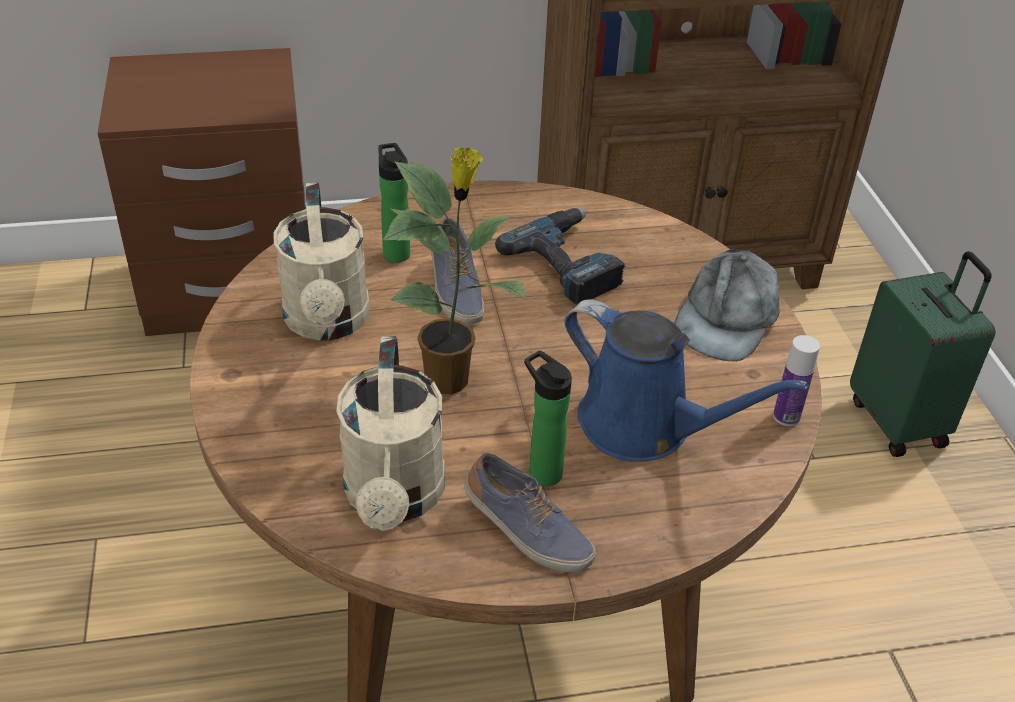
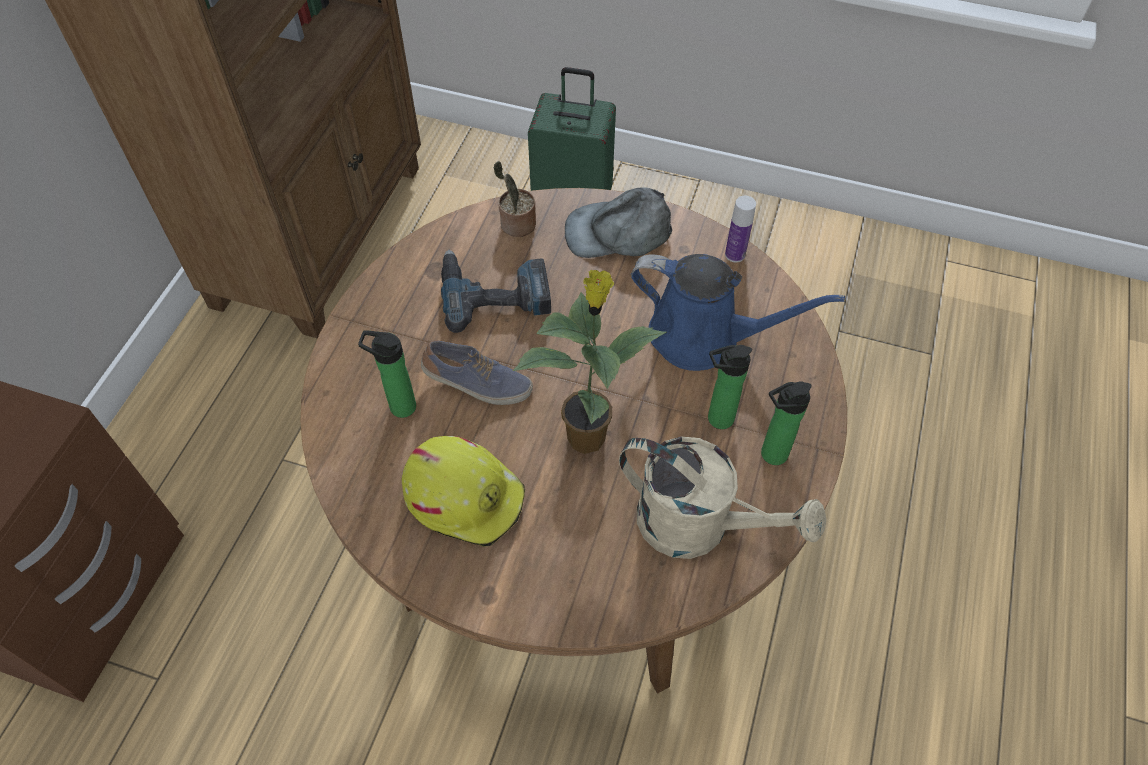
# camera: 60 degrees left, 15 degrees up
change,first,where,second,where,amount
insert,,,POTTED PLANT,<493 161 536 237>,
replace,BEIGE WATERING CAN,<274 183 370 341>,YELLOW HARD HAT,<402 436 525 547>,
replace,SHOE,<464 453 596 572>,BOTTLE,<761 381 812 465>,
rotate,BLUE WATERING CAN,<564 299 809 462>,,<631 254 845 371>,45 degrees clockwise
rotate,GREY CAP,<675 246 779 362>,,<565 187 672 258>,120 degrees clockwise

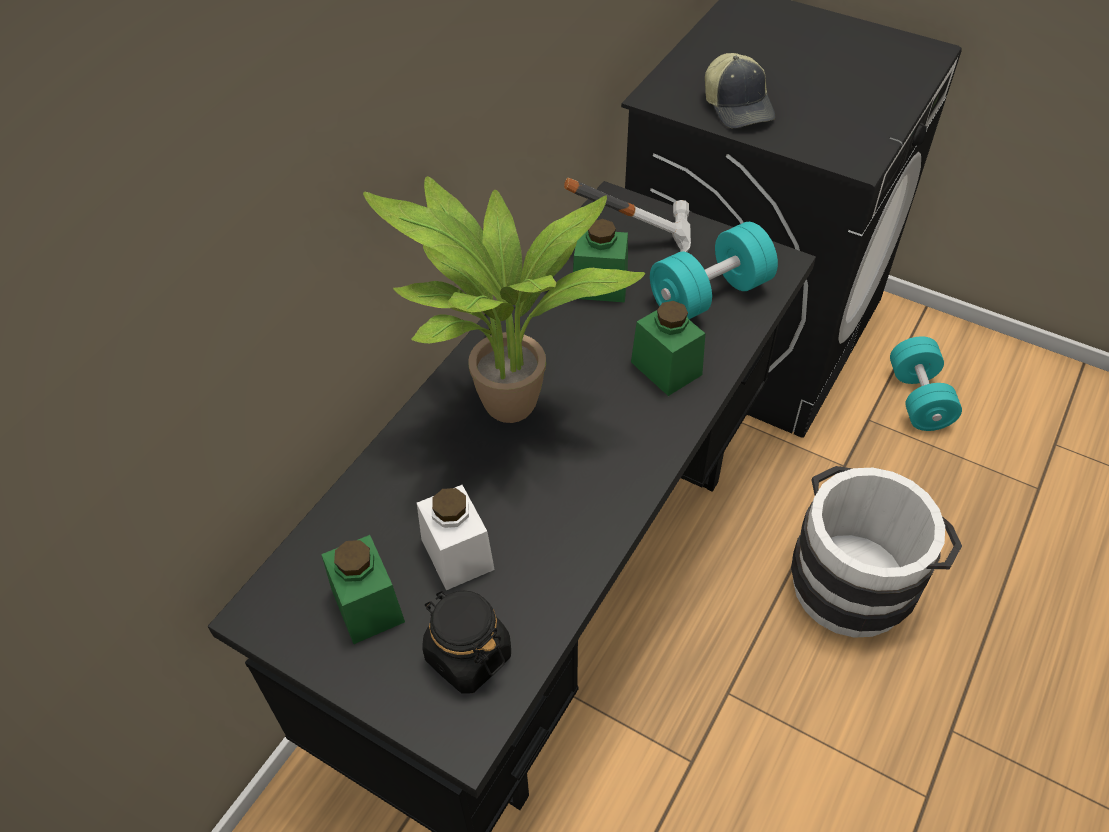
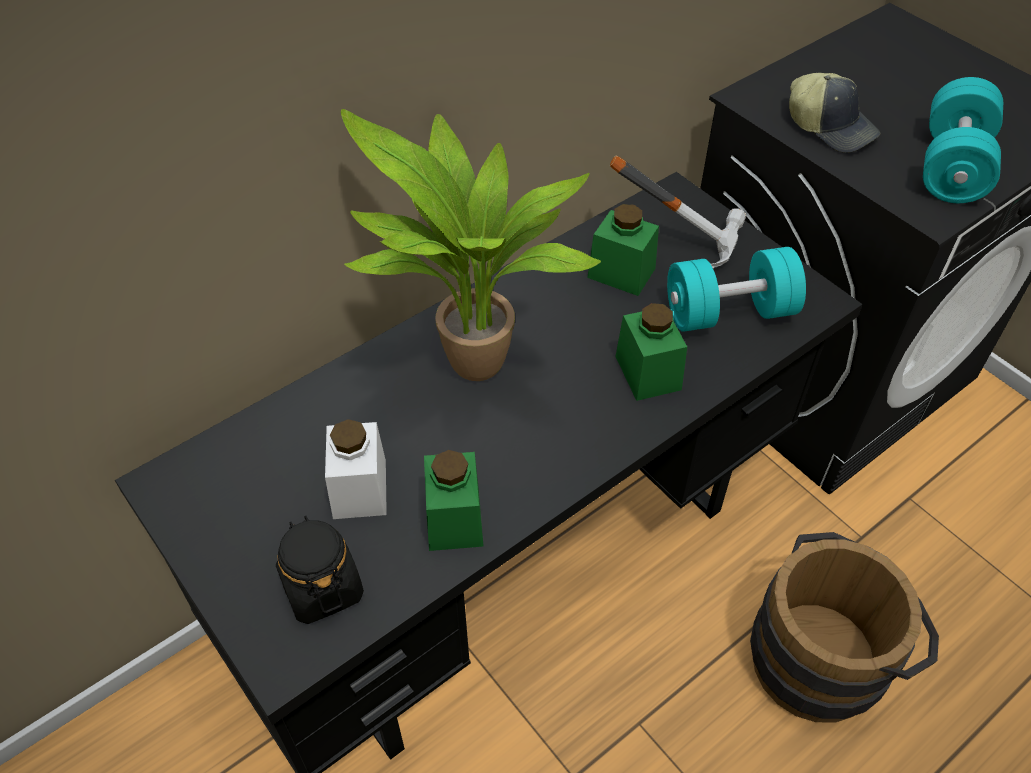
# camera: 20 degrees right, 0 degrees up
change,first,where,second,where,amount
move,GREEN JAR,<321 535 405 644>,,<424 450 484 551>,
move,TURQUOISE DUMBBELL,<890 336 962 431>,,<923 77 1003 203>,
recolor,WHITE BUCKET,<791 466 962 638>,BROWN BUCKET,<750 532 939 723>,
rotate,CAP,<705 53 775 129>,,<789 73 880 153>,45 degrees counterclockwise

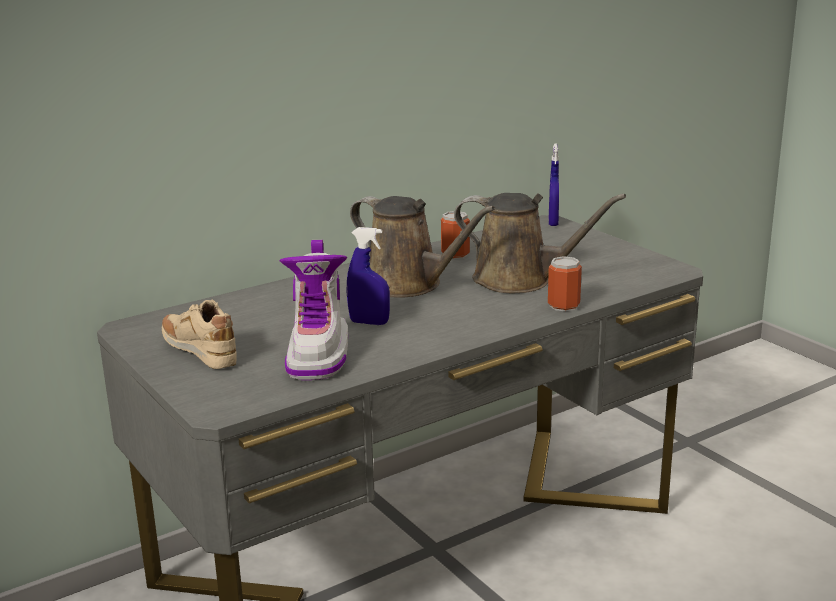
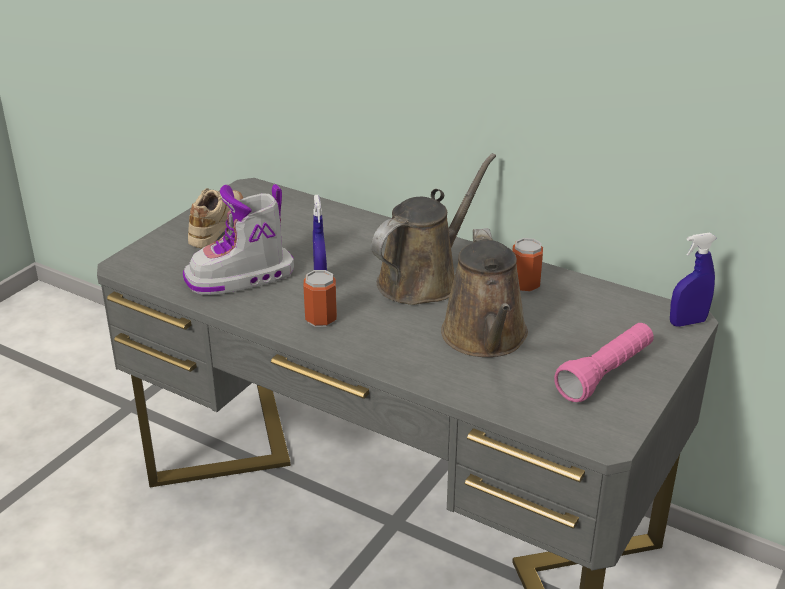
# camera: 65 degrees right, 10 degrees up
change,first,where,second,where,amount
insert,,,PINK FLASHLIGHT,<554 323 654 402>,
move,CAN,<548 256 582 312>,,<303 270 337 327>,
rotate,BROWN WATERING CAN,<350 196 495 298>,,<371 153 496 305>,150 degrees counterclockwise

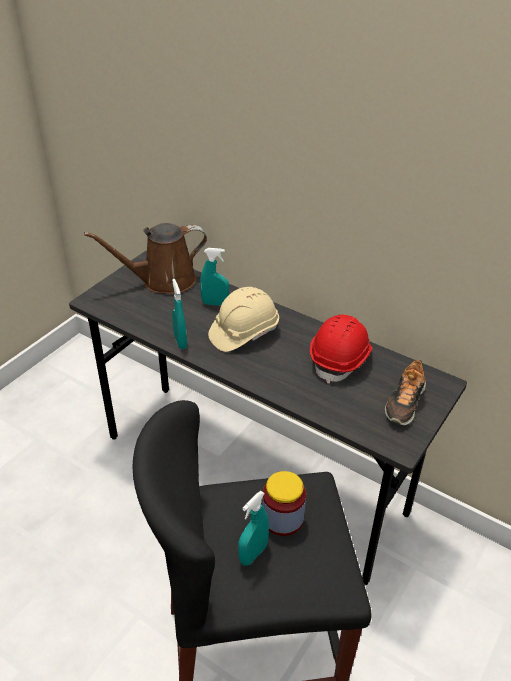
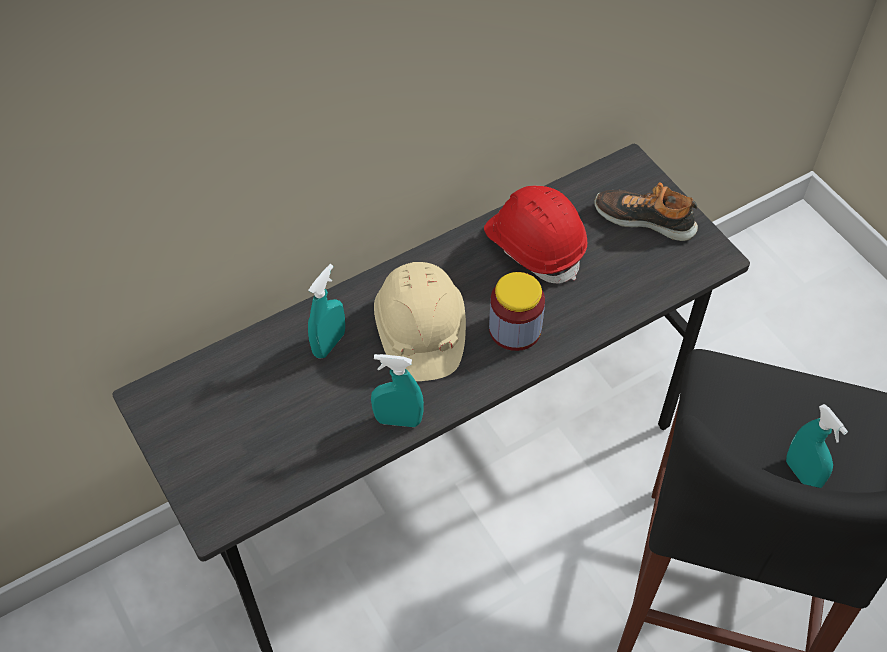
# camera: 65 degrees left, 15 degrees up
change,first,where,second,where,amount
delete,BROWN WATERING CAN,<84 223 207 294>,,,
move,JAR,<262 471 306 536>,,<489 272 545 351>,
rotate,SHOE,<385 360 426 426>,,<594 182 698 241>,150 degrees clockwise

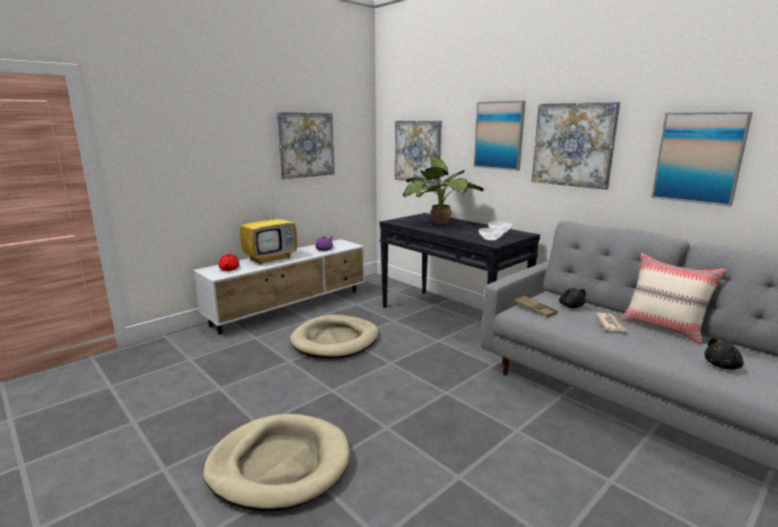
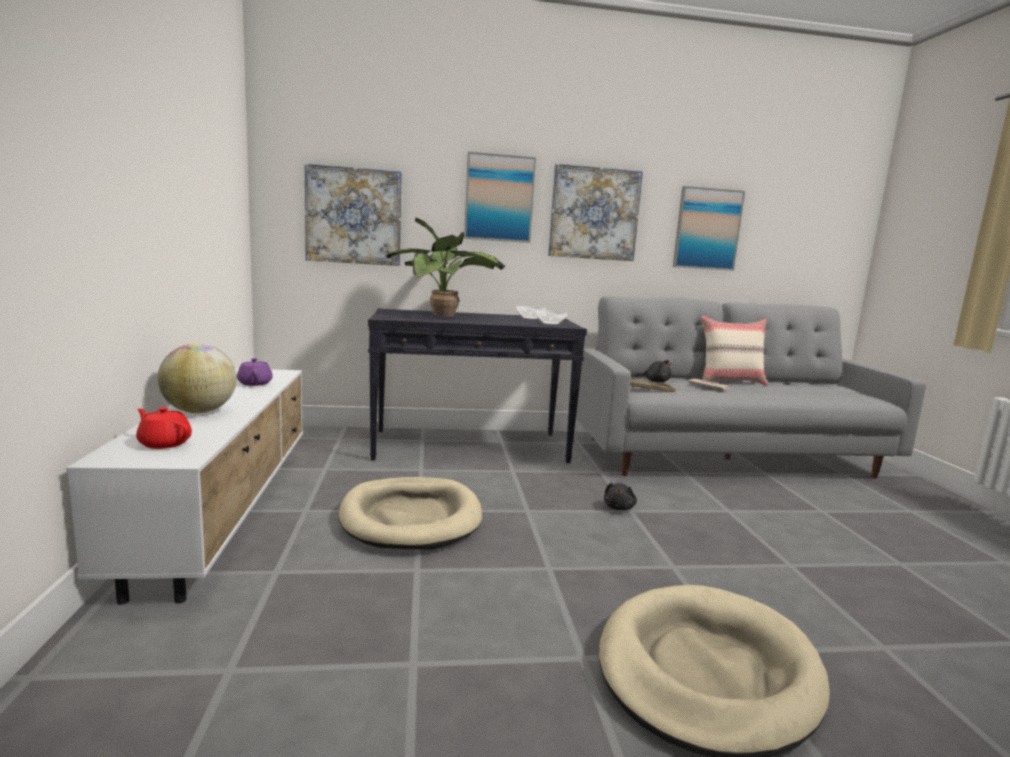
# camera: 55 degrees left, 5 degrees down
change,first,where,second,where,amount
delete,PICTURE,<276 112 334 179>,,,
move,BLACK PLUSH TOY,<704 338 744 370>,,<604 483 637 510>,
replace,TELEVISION,<240 200 297 264>,GLOBE,<158 343 237 413>,

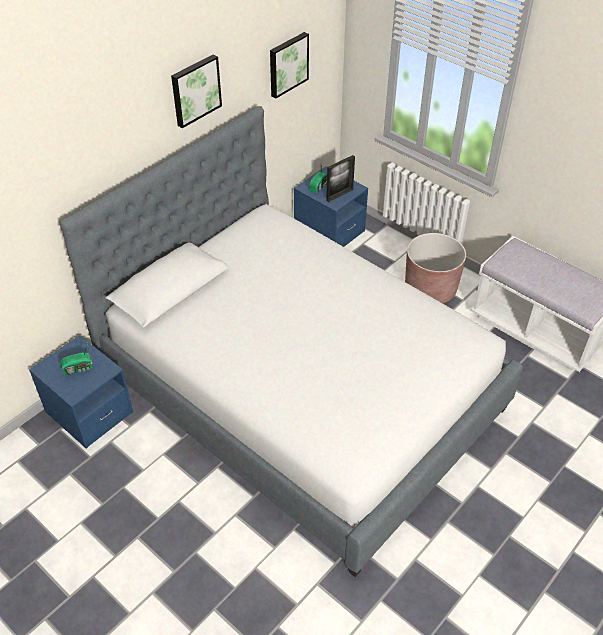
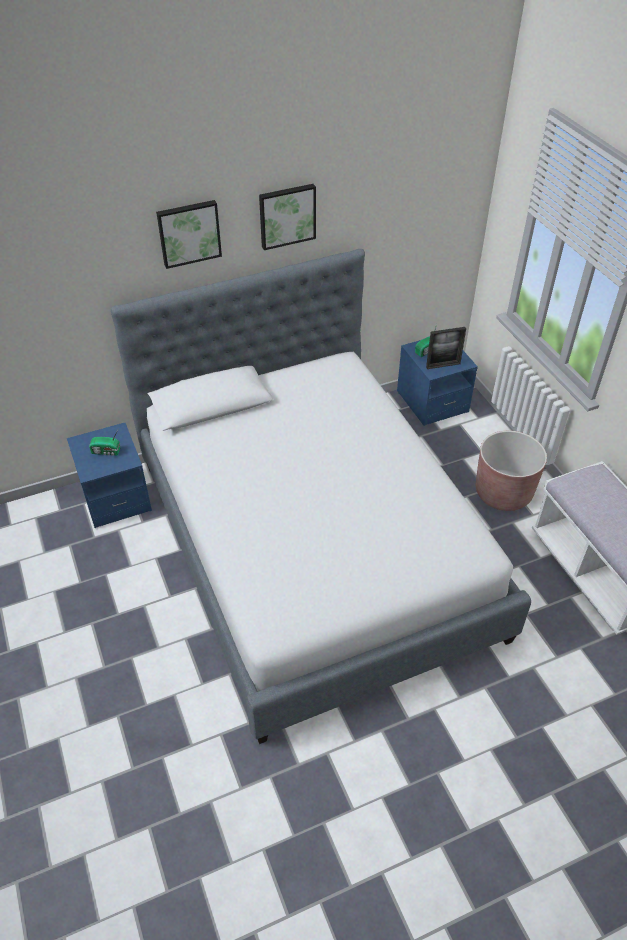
# camera: 25 degrees right, 0 degrees up
change,first,where,second,where,amount
move,PICTURE,<270 32 309 99>,,<156 200 222 269>,

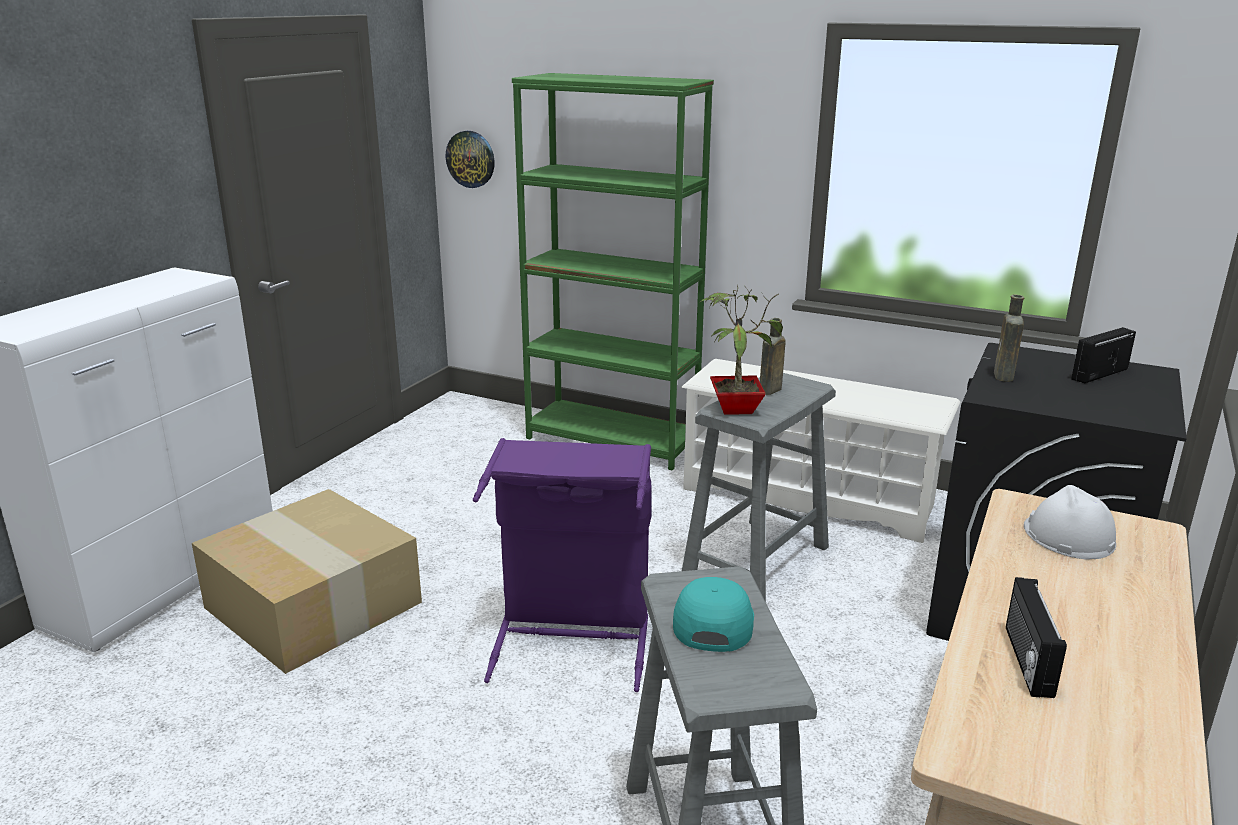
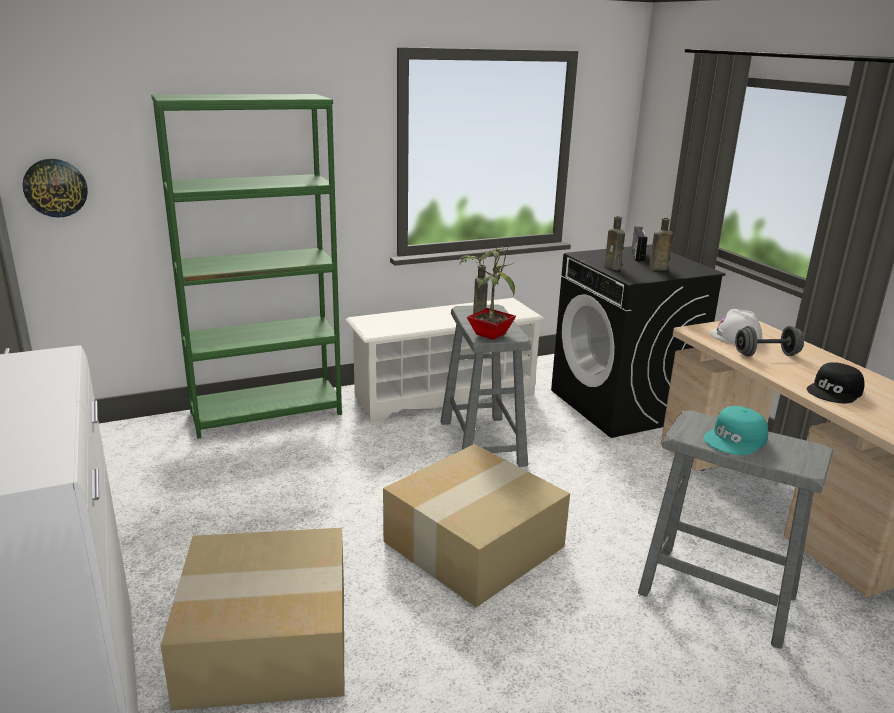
# camera: 50 degrees left, 0 degrees up
change,first,where,second,where,amount
insert,,,BROWN BOTTLE,<649 218 673 270>,
insert,,,GREY DUMBBELL,<735 326 804 356>,
replace,PURPLE LAUNDRY BASKET,<473 438 652 692>,CARDBOARD BOX,<383 444 570 607>,
replace,RADIO,<1006 577 1067 698>,BLACK CAP,<807 362 864 403>,
rotate,TURQUOISE CAP,<673 577 754 652>,,<703 406 768 455>,90 degrees counterclockwise

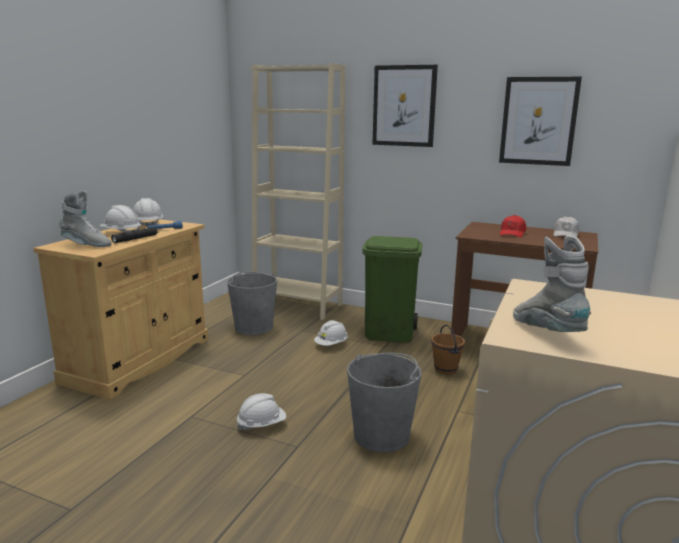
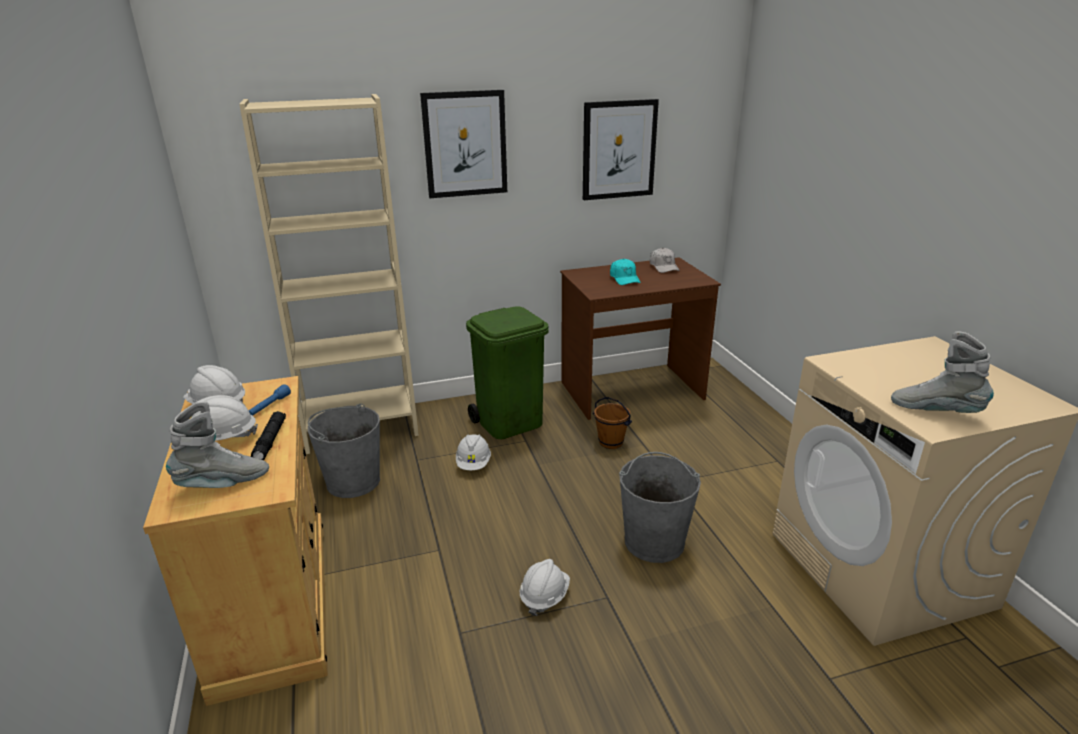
# camera: 40 degrees left, 10 degrees up
change,first,where,second,where,amount
recolor,RED CAP,<500 215 526 237>,TURQUOISE CAP,<610 259 641 285>,

